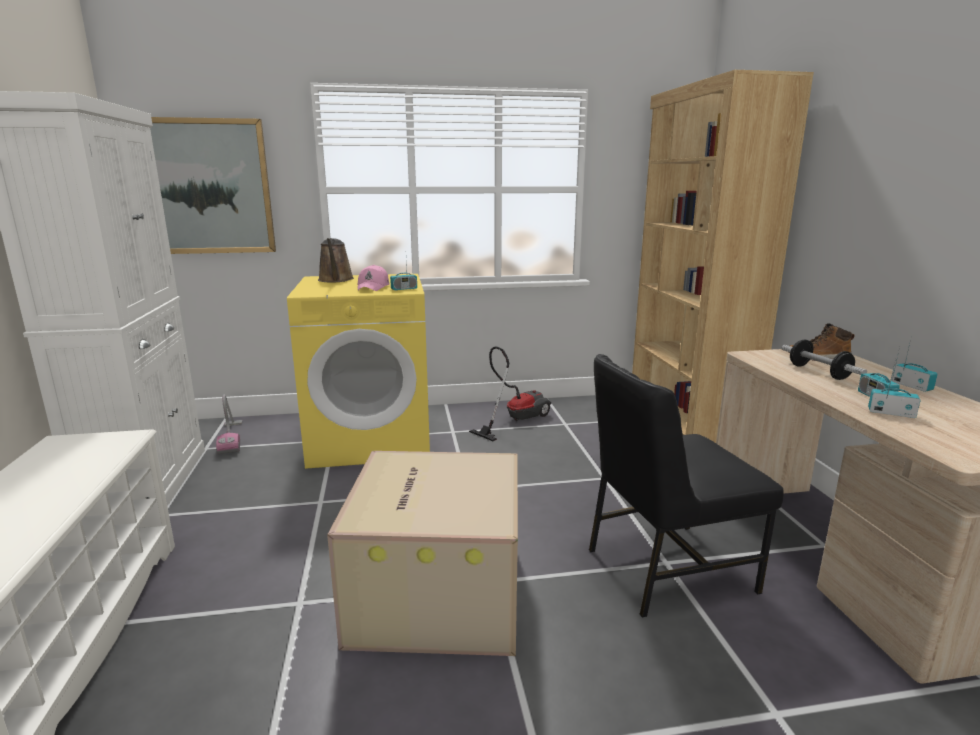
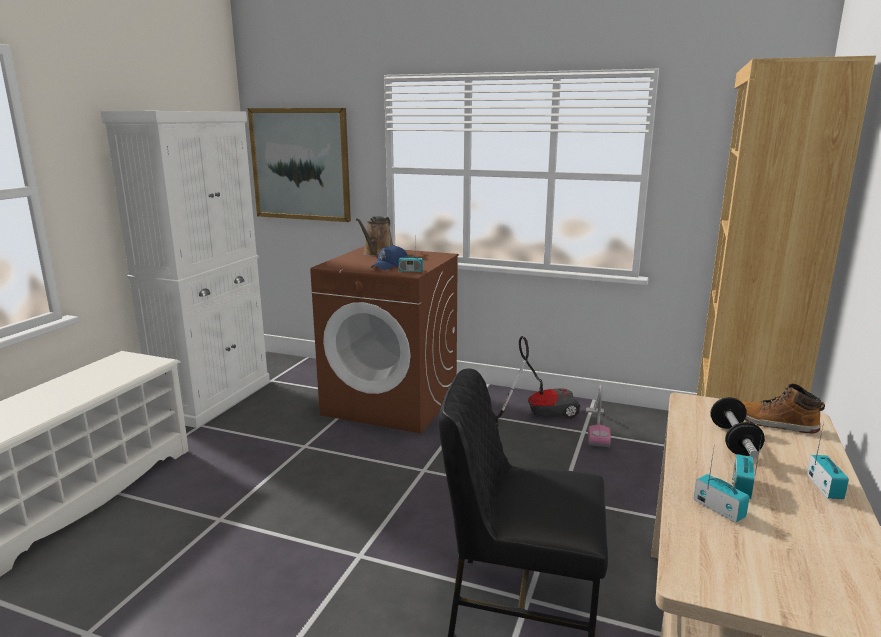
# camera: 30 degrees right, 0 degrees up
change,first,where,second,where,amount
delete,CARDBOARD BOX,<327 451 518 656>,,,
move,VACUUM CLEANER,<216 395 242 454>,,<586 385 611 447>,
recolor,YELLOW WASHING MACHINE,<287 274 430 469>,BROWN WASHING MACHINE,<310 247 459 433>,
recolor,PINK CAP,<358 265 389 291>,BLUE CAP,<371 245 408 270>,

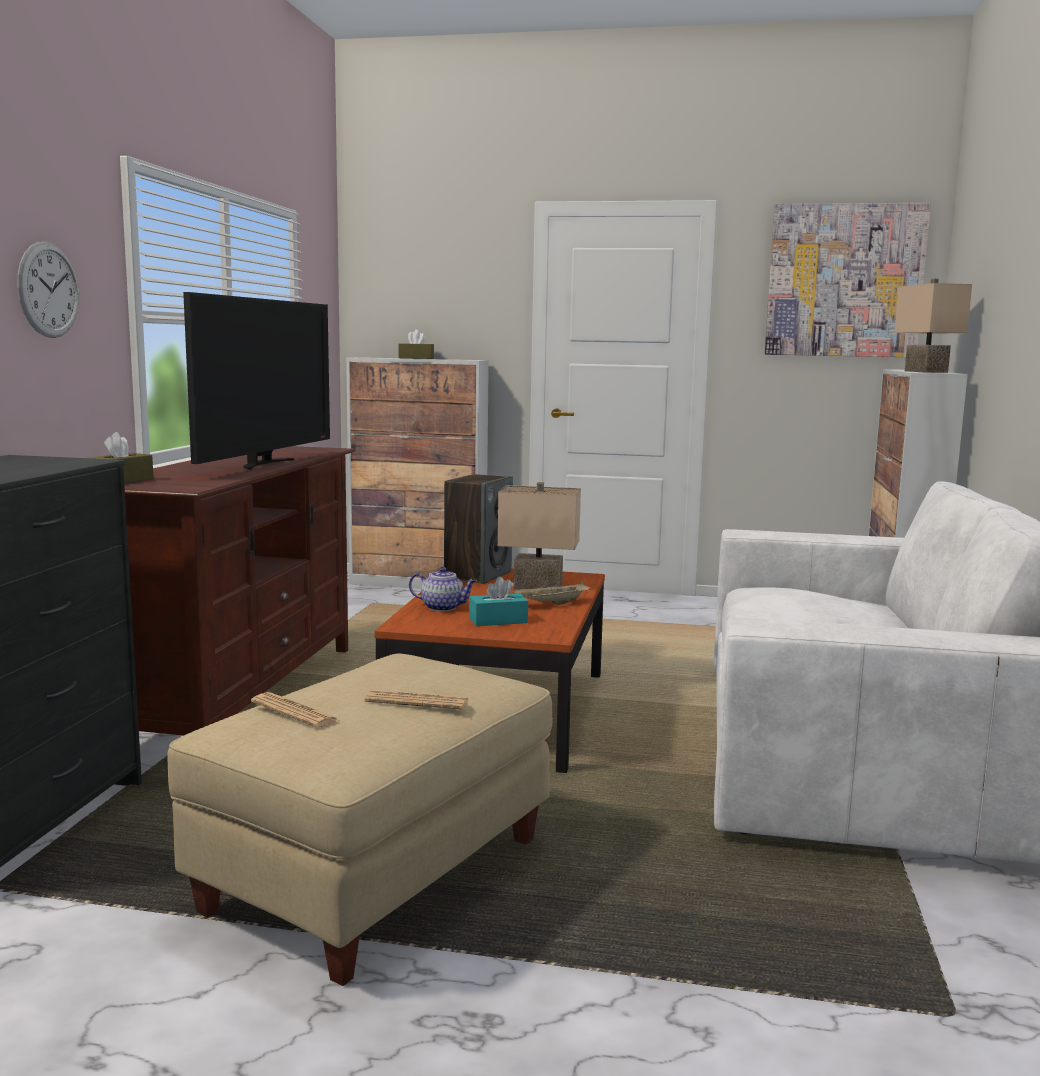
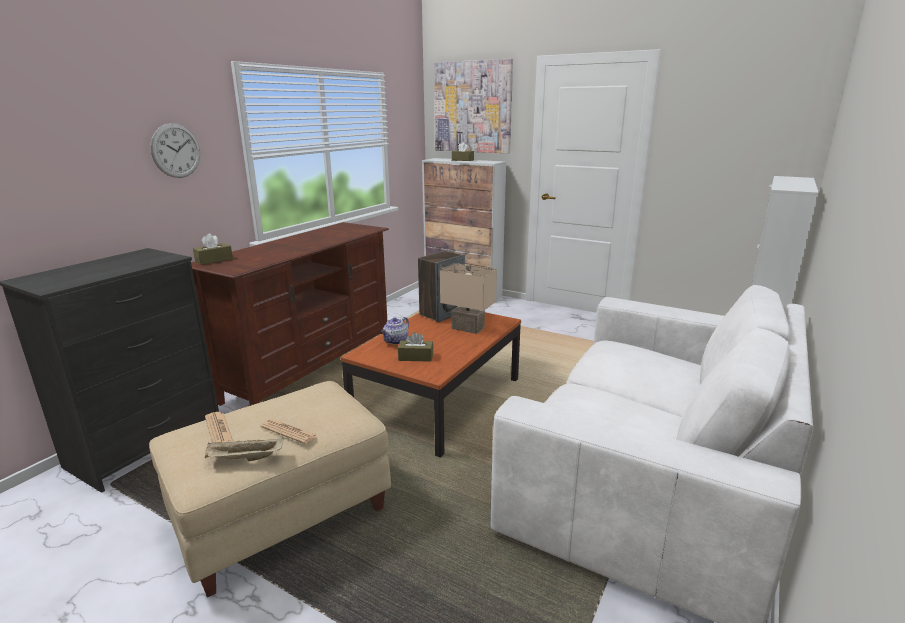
# camera: 20 degrees right, 10 degrees up
change,first,where,second,where,amount
delete,TELEVISION,<183 292 330 470>,,,
delete,BEIGE TABLE LAMP,<894 279 972 373>,,,
move,BEIGE TRAY,<513 582 590 605>,,<205 438 284 461>,
move,PICTURE,<765 203 931 357>,,<434 59 513 153>,
recolor,TURQUOISE TISSUE BOX,<469 576 528 626>,BROWN TISSUE BOX,<398 332 433 362>,
rotate,TEAPOT,<409 567 477 611>,,<381 317 409 345>,90 degrees clockwise

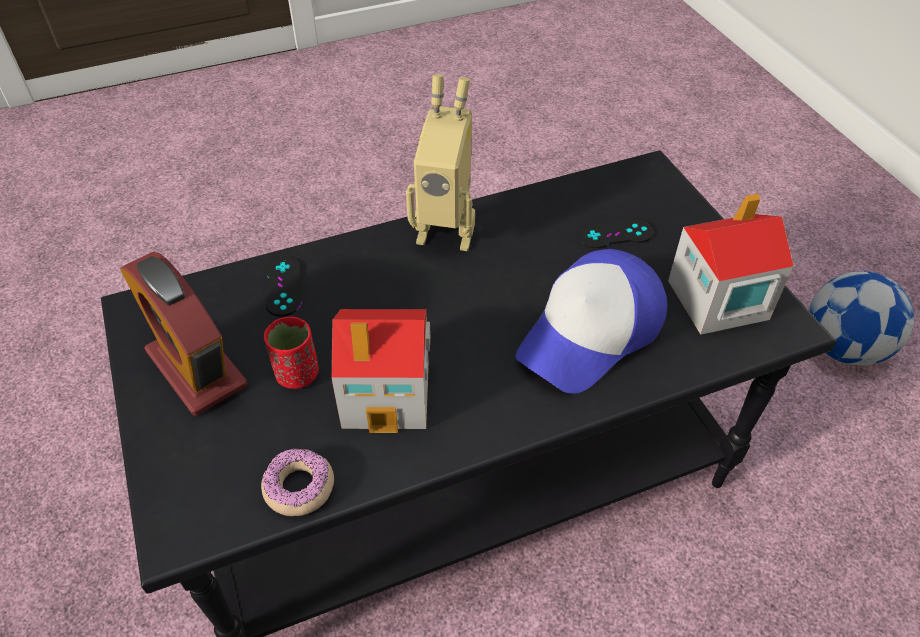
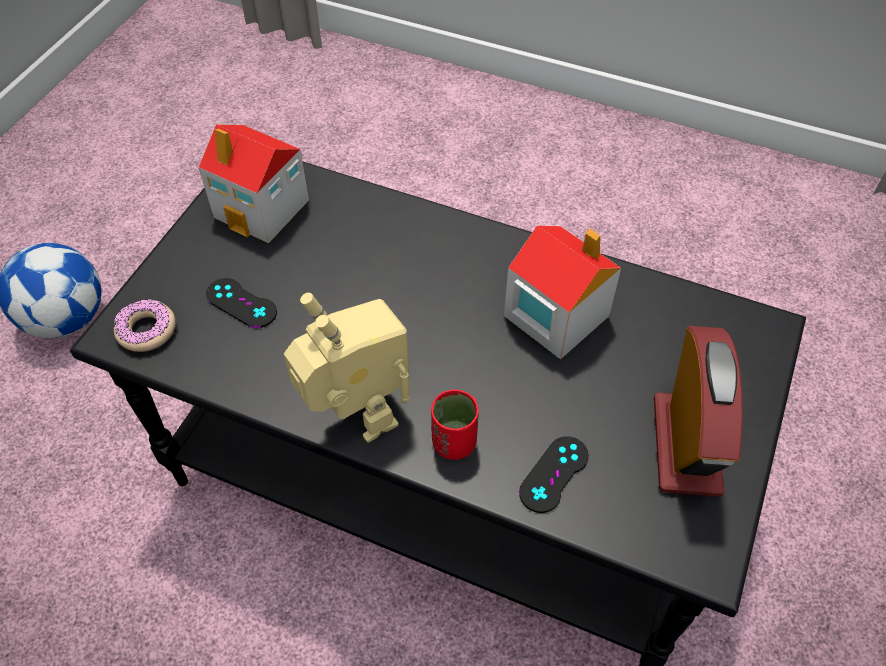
# camera: 135 degrees left, 5 degrees up
change,first,where,second,where,amount
delete,CAP,<516 249 667 394>,,,
move,DONUT,<261 448 334 516>,,<114 299 176 352>,
move,RED CUP,<264 317 319 389>,,<431 390 479 460>,

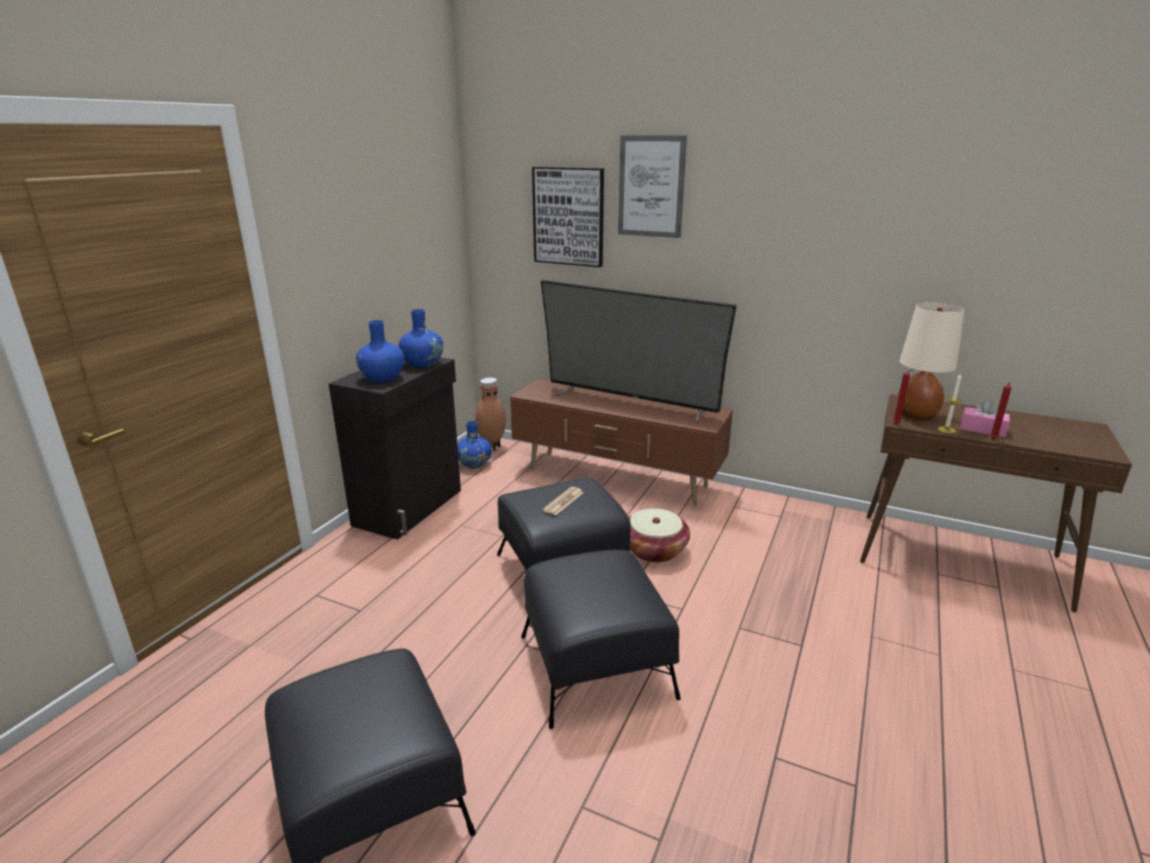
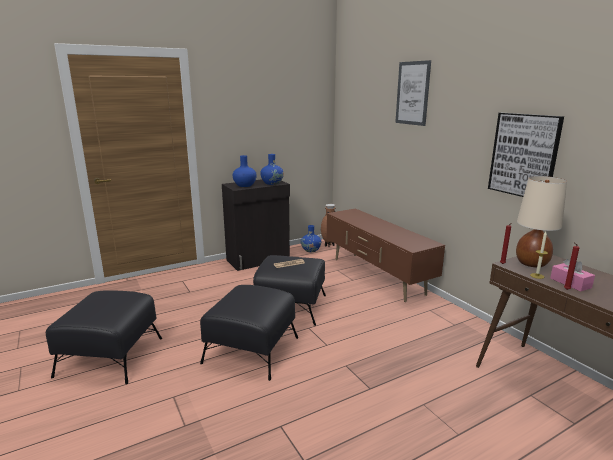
# camera: 35 degrees right, 5 degrees down
change,first,where,second,where,amount
delete,TELEVISION,<541 280 737 423>,,,
delete,BASKET,<629 508 690 562>,,,
move,PICTURE,<532 167 604 267>,,<488 113 564 197>,

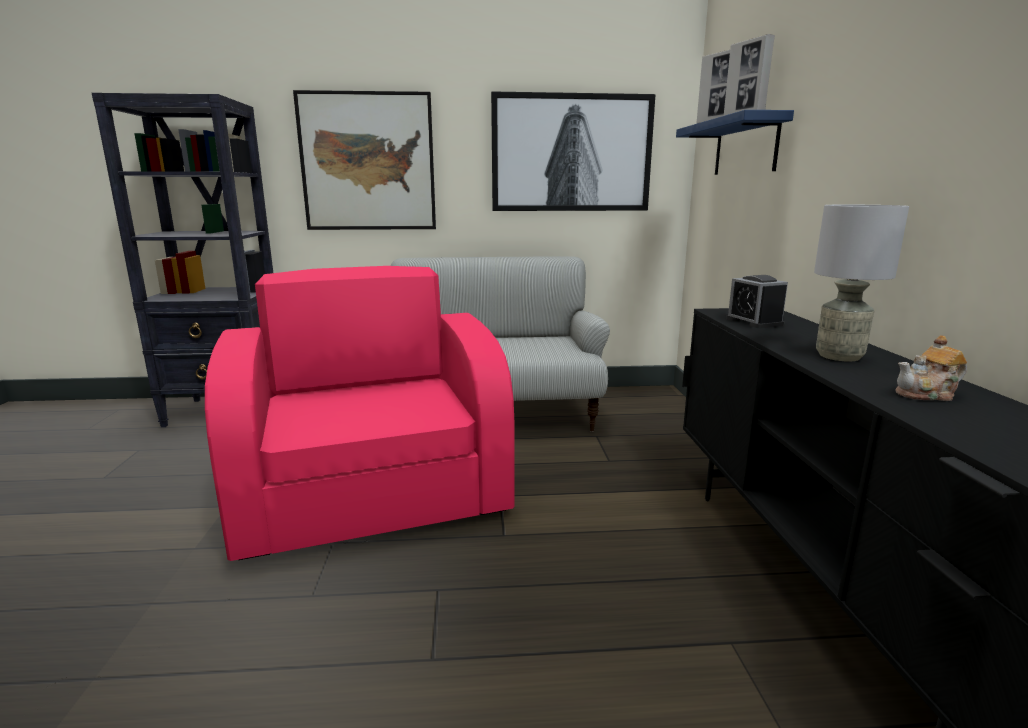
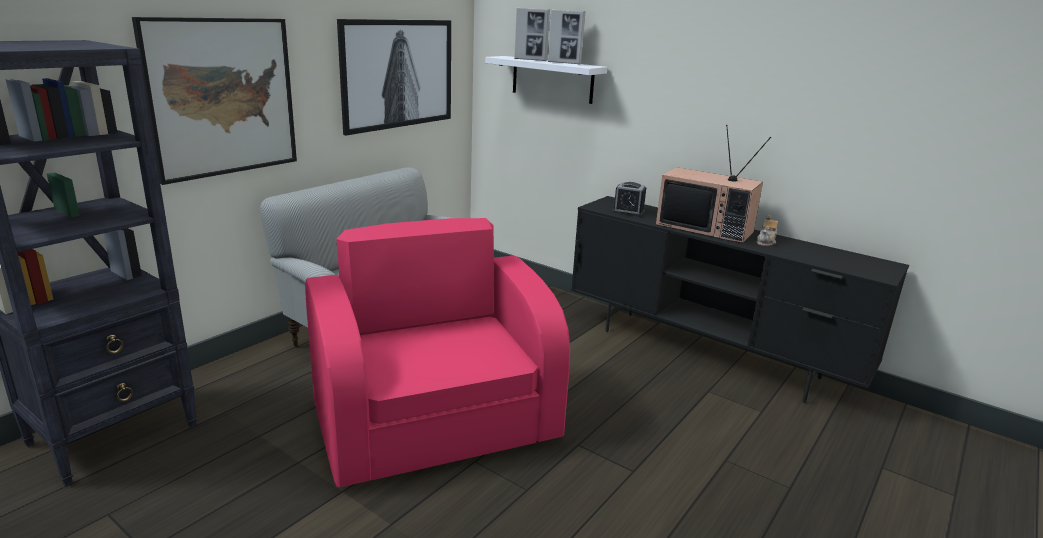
# camera: 50 degrees left, 5 degrees up
change,first,where,second,where,amount
replace,GREY TABLE LAMP,<814 205 909 362>,TELEVISION,<656 125 771 244>,
recolor,BLUE SHELF,<676 110 794 175>,WHITE SHELF,<485 56 608 104>,
rotate,PINK ARMCHAIR,<205 266 514 561>,,<305 218 570 487>,45 degrees clockwise

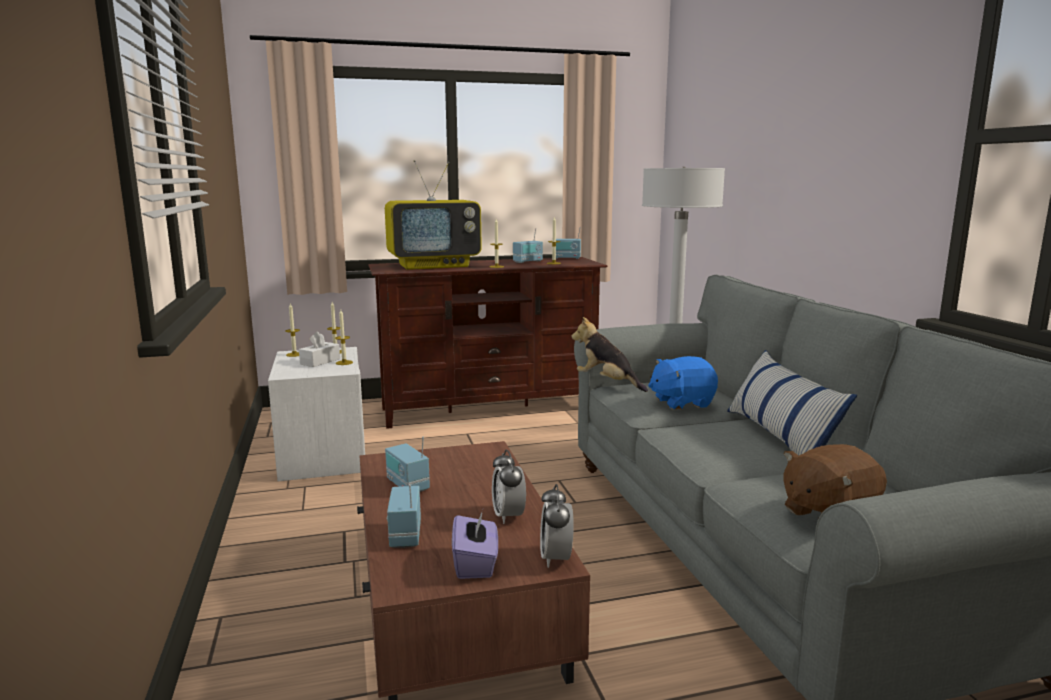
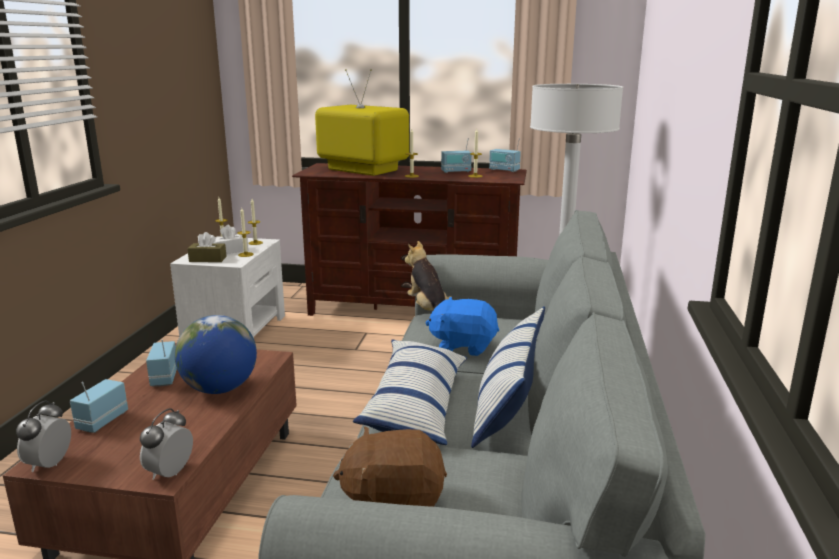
# camera: 25 degrees right, 5 degrees up
change,first,where,second,where,amount
delete,PURPLE TISSUE BOX,<452 510 498 579>,,,
insert,,,GLOBE,<175 315 257 394>,
insert,,,BROWN TISSUE BOX,<187 232 227 262>,
insert,,,PILLOW,<353 340 467 445>,
move,ALARM CLOCK,<492 450 526 524>,,<16 400 71 472>,
rotate,TELEVISION,<385 160 482 270>,,<315 69 409 176>,150 degrees counterclockwise

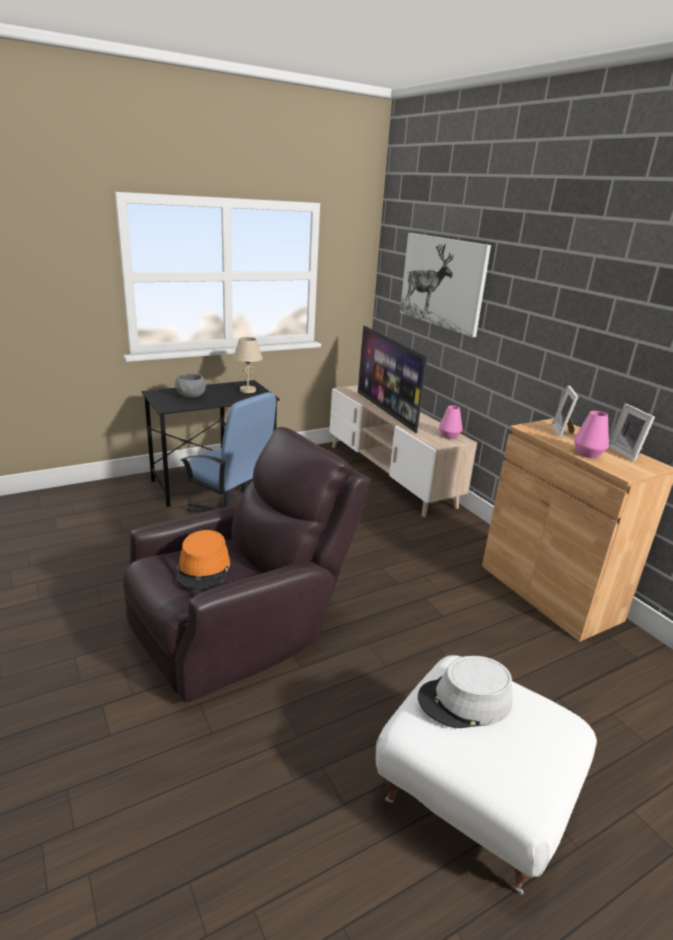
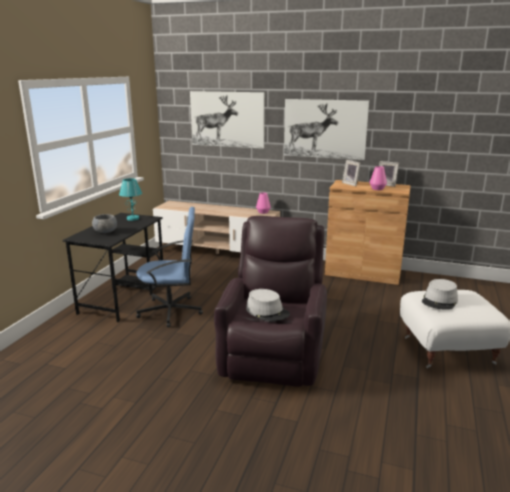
# camera: 40 degrees left, 5 degrees down
change,first,where,second,where,amount
delete,TELEVISION,<358 326 427 433>,,,
insert,,,PICTURE,<284 99 369 160>,
recolor,ORANGE HAT,<176 530 230 589>,GREY HAT,<246 289 290 322>,
recolor,BEIGE TABLE LAMP,<233 337 263 393>,TURQUOISE TABLE LAMP,<119 178 142 221>,

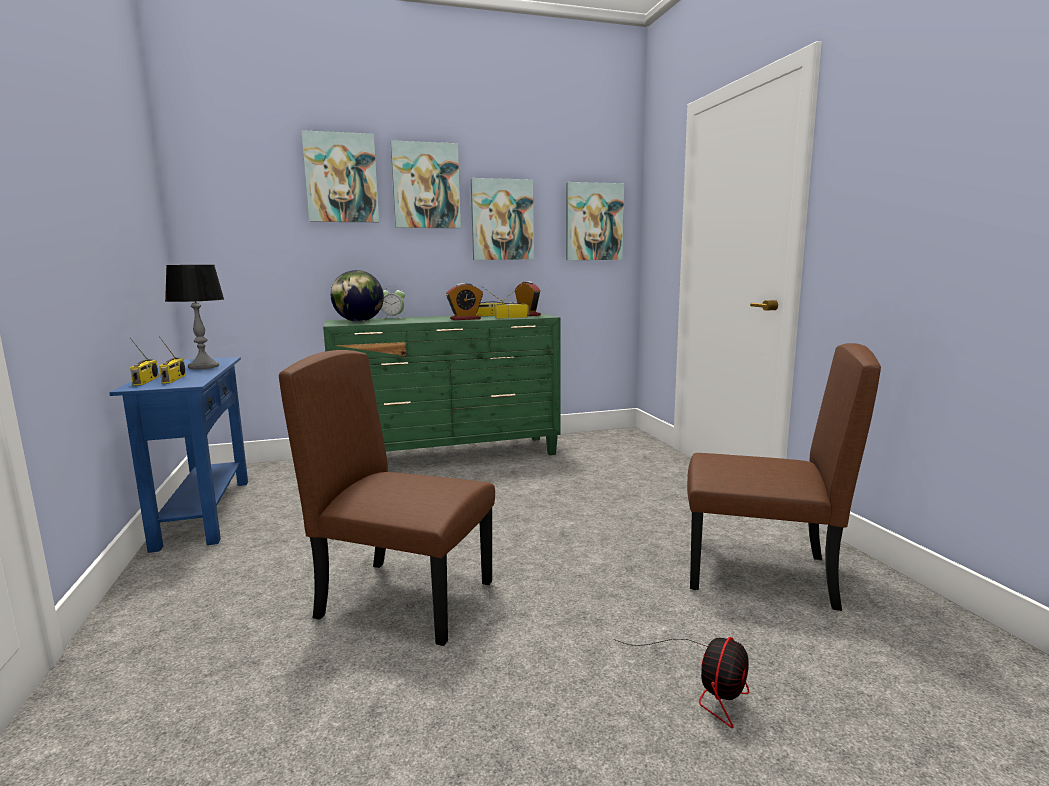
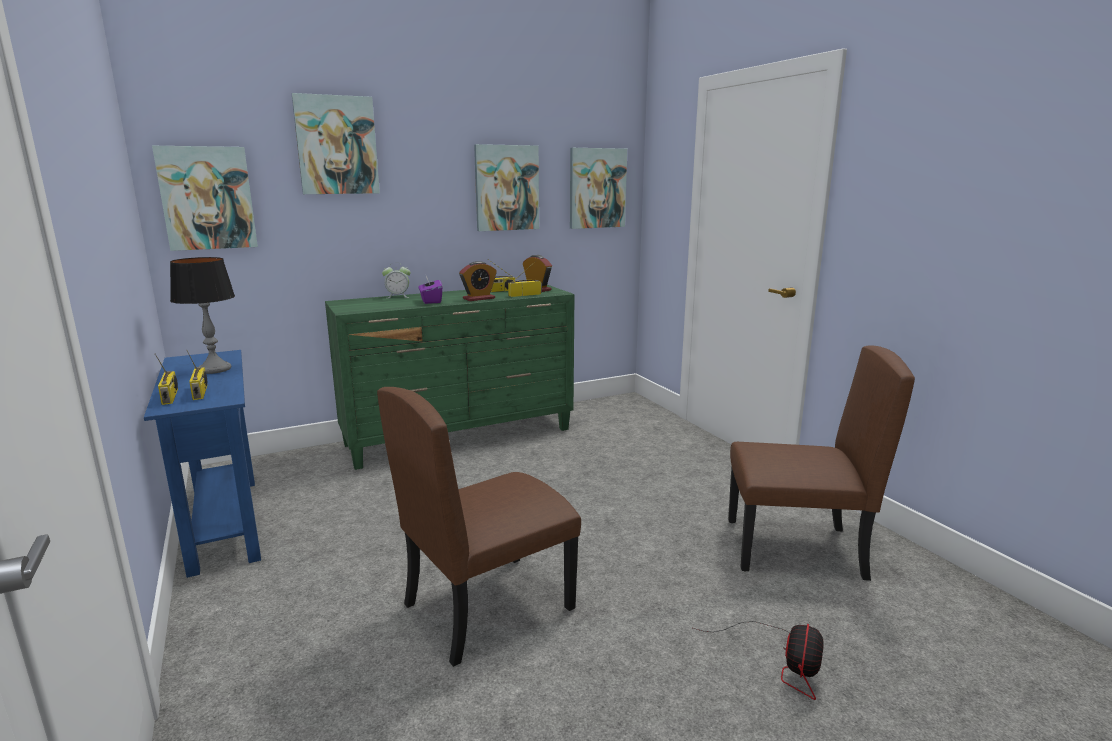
# camera: 10 degrees left, 5 degrees up
change,first,where,second,where,amount
delete,GLOBE,<331 270 384 322>,,,
insert,,,PURPLE TISSUE BOX,<418 276 442 304>,
move,PICTURE,<391 140 461 228>,,<152 146 258 251>,
rotate,BROWN CHAIR,<279 350 495 646>,,<377 387 581 667>,45 degrees counterclockwise

